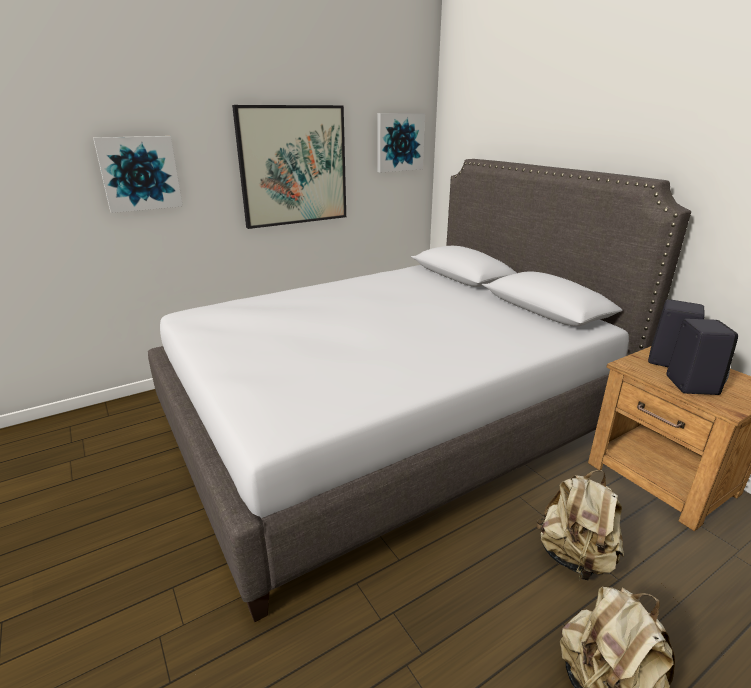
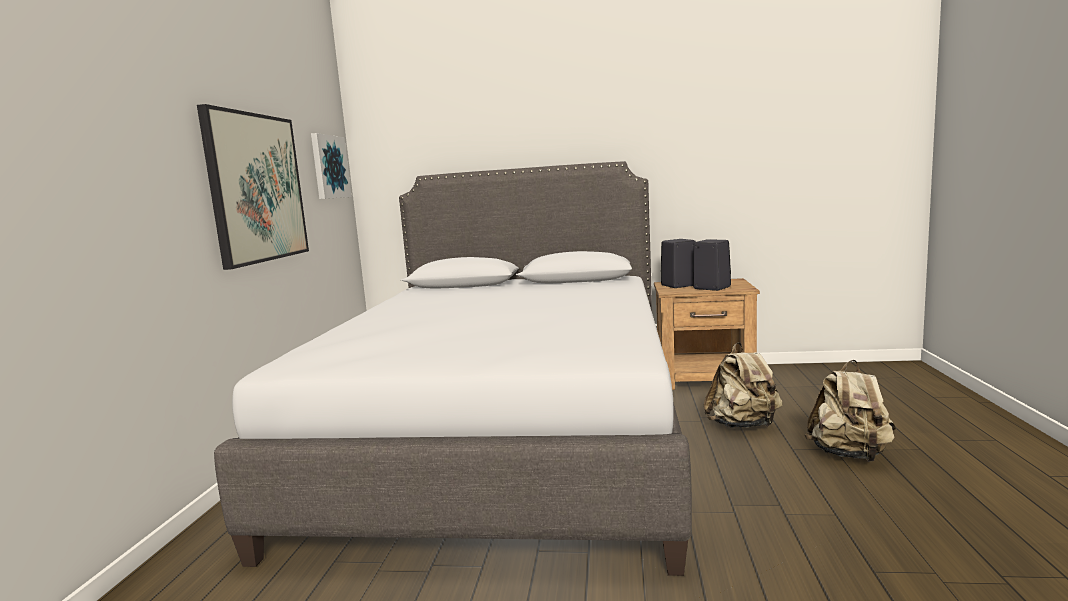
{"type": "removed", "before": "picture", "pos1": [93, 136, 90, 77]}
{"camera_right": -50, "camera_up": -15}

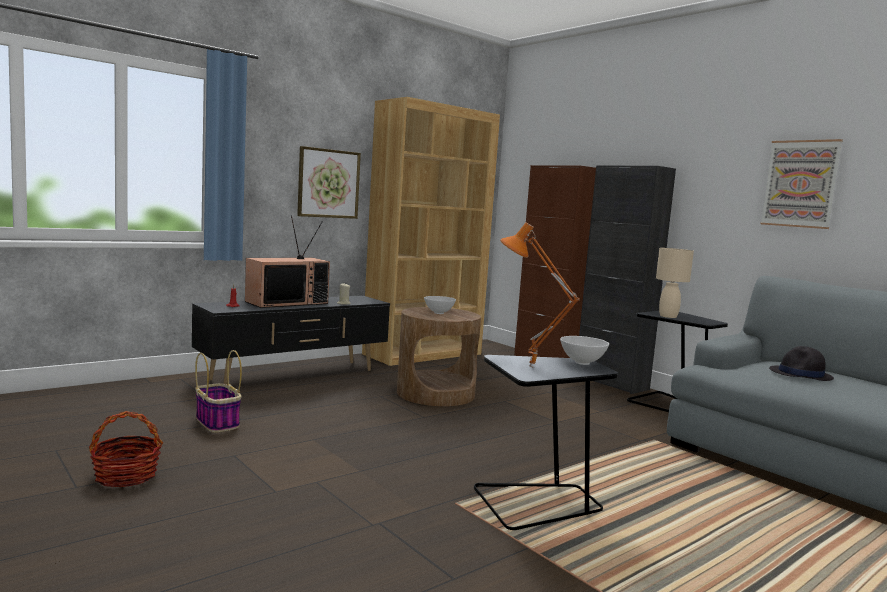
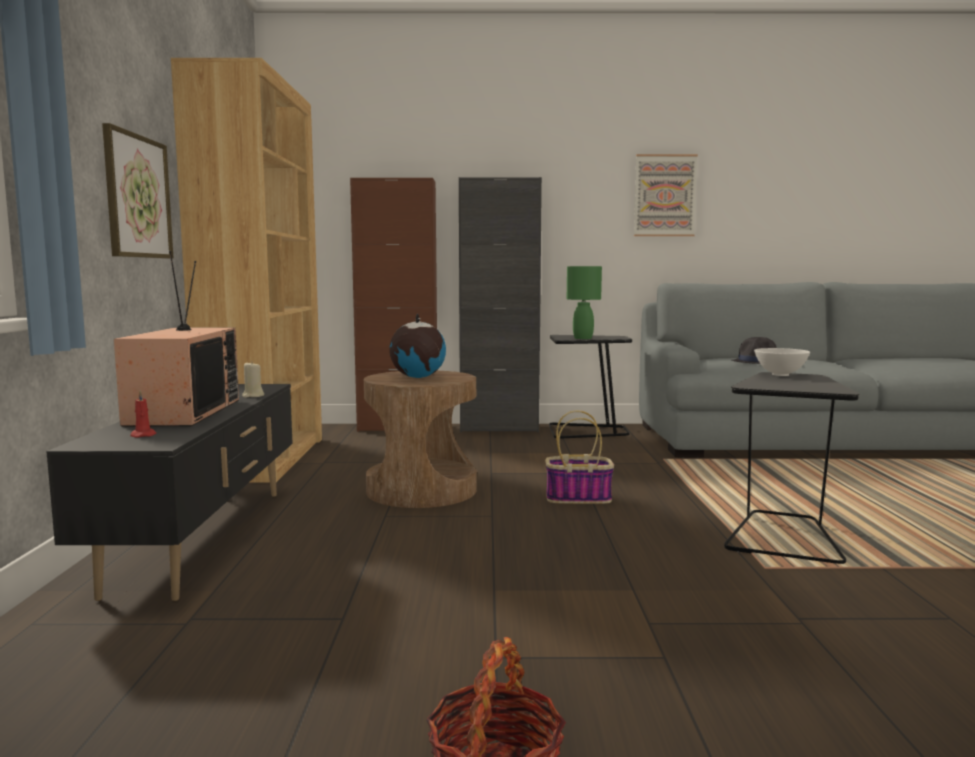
{"type": "removed", "before": "table lamp (orange)", "pos1": [500, 222, 80, 146]}
{"type": "recoloured", "before": "table lamp (beige)", "after": "table lamp (green)", "pos1": [656, 248, 38, 70], "pos2": [567, 266, 35, 73]}
{"type": "replaced", "before": "bowl (white)", "after": "globe", "pos1": [424, 296, 32, 18], "pos2": [389, 314, 57, 64]}
{"type": "moved", "before": "basket", "pos1": [195, 350, 47, 83], "pos2": [545, 410, 69, 94]}
{"camera_right": -50, "camera_up": 0}

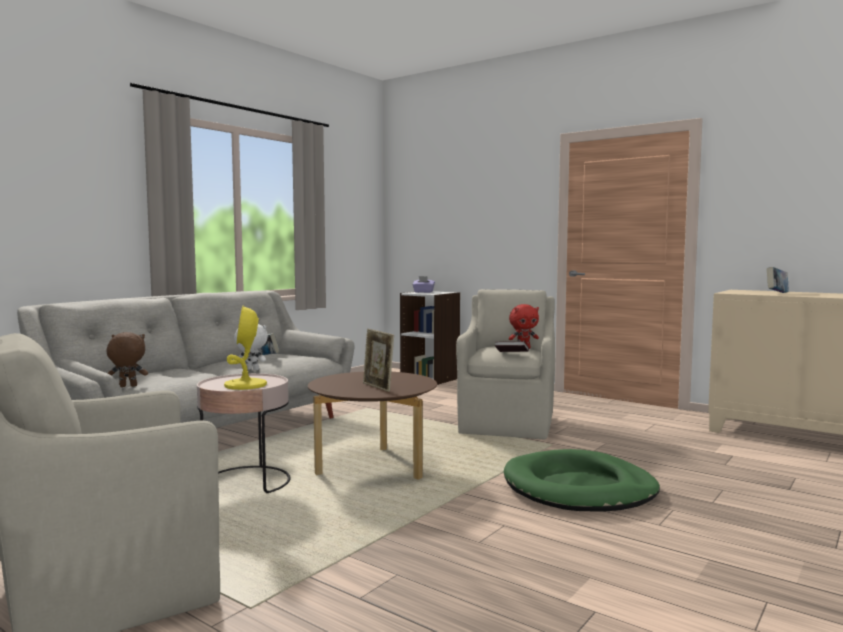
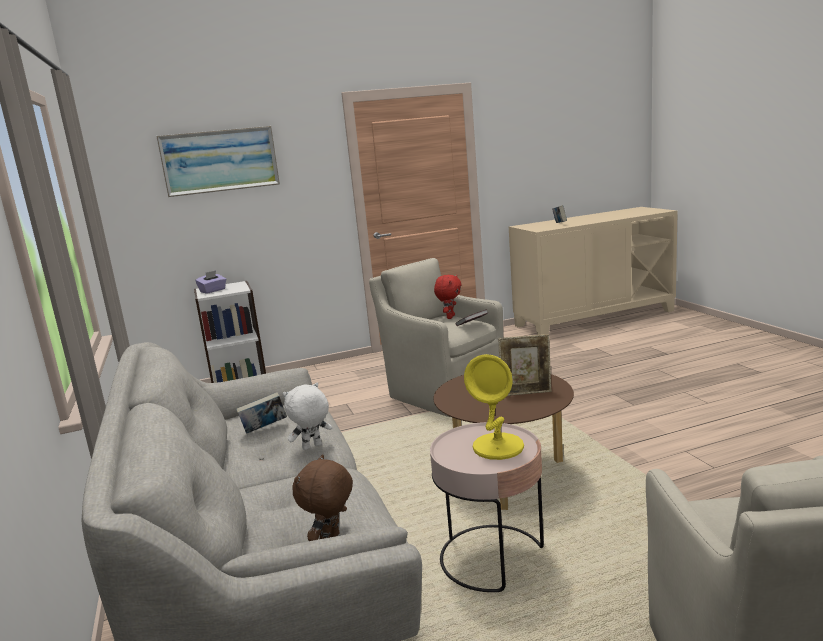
{"type": "removed", "before": "dog bed (green)", "pos1": [504, 449, 156, 62]}
{"type": "added", "after": "picture", "pos2": [156, 126, 124, 71]}
{"camera_right": -55, "camera_up": 10}

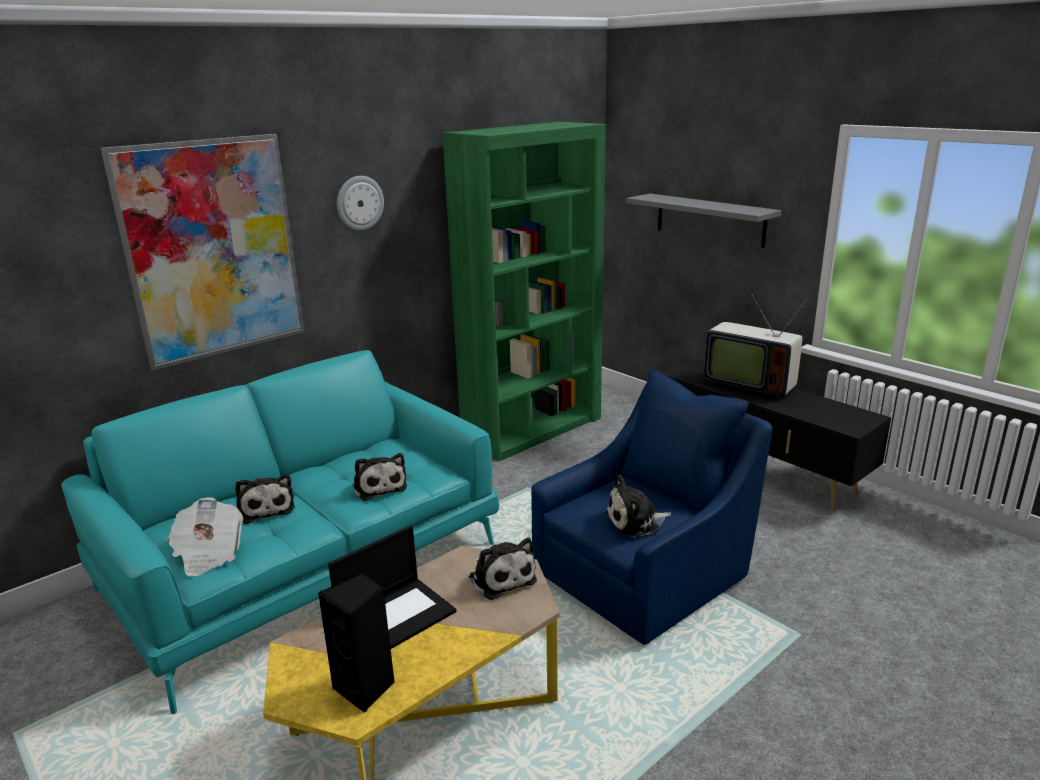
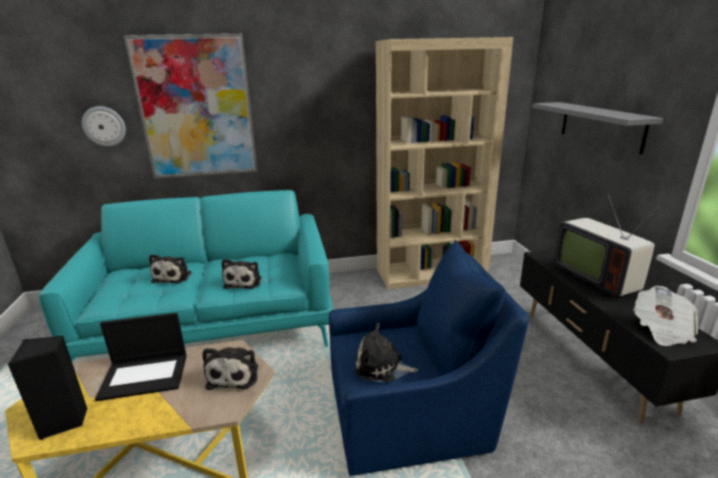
{"type": "recoloured", "before": "bookcase (green)", "after": "bookcase (beige)", "pos1": [442, 122, 164, 339], "pos2": [376, 37, 137, 253]}
{"type": "moved", "before": "wall clock", "pos1": [337, 176, 47, 54], "pos2": [82, 106, 44, 41]}
{"type": "moved", "before": "newspaper", "pos1": [167, 497, 76, 80], "pos2": [633, 286, 65, 60]}
{"camera_right": 30, "camera_up": 0}

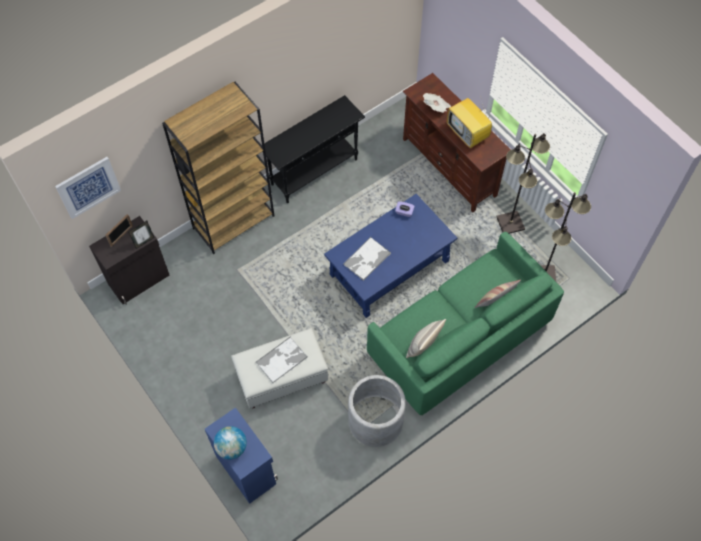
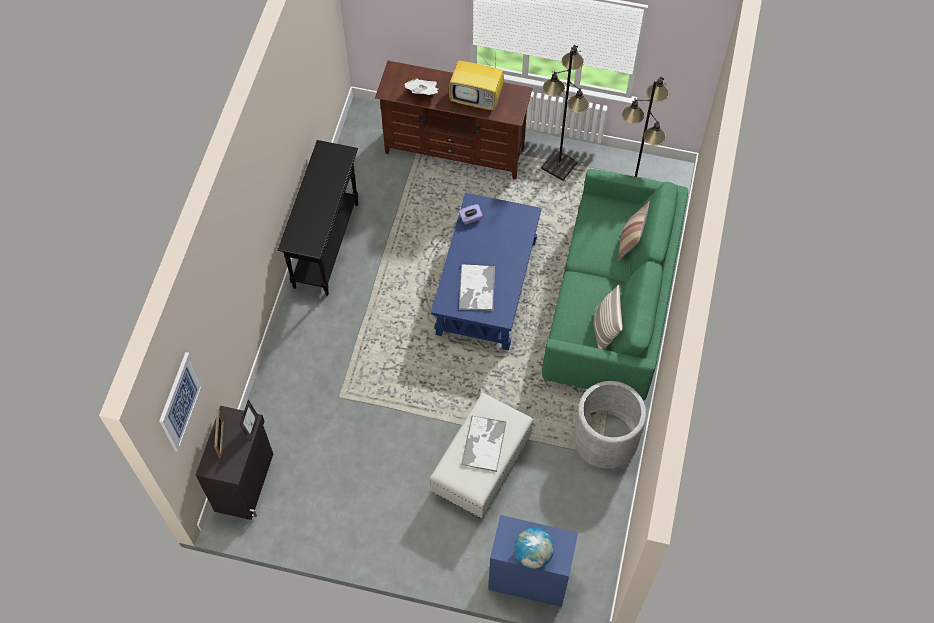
{"type": "removed", "before": "bookcase (brown)", "pos1": [162, 82, 113, 173]}
{"camera_right": -40, "camera_up": 0}

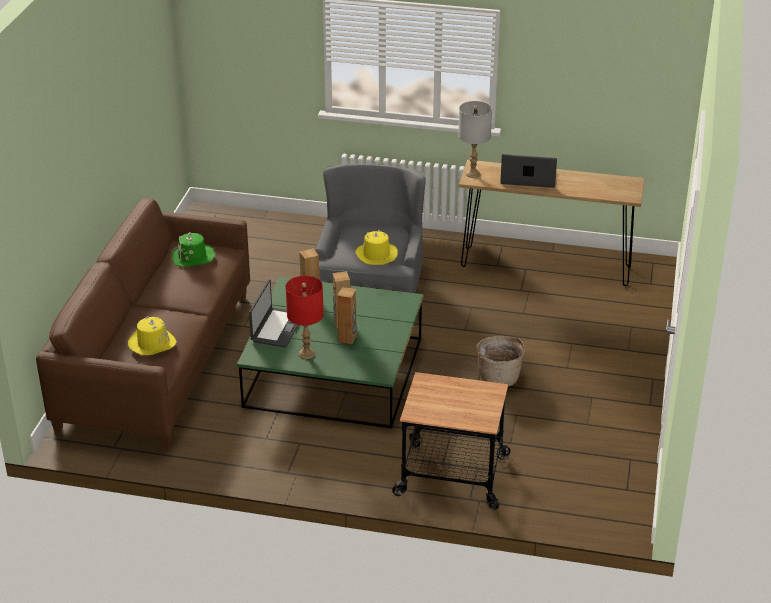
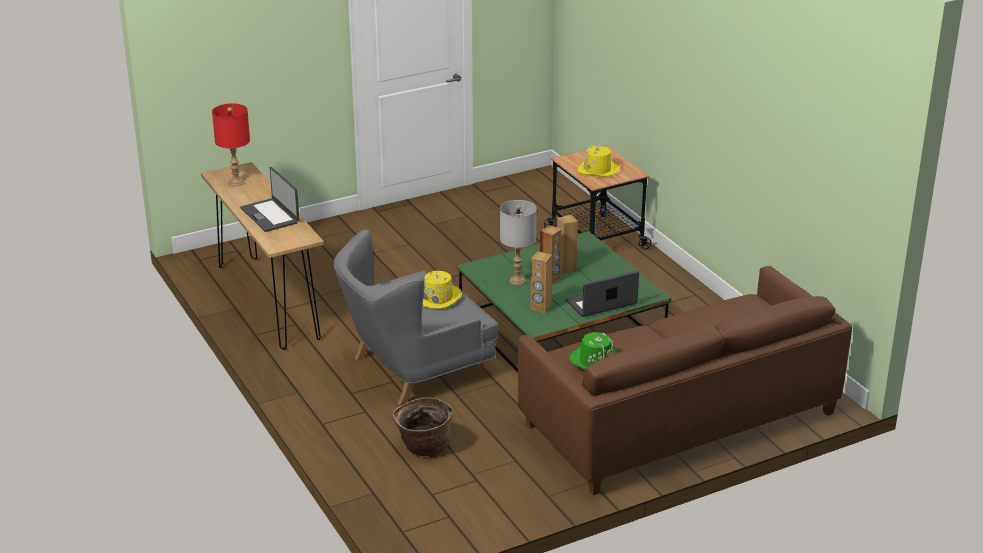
{"type": "moved", "before": "table lamp (grey)", "pos1": [458, 101, 34, 77], "pos2": [500, 200, 37, 85]}
{"type": "moved", "before": "table lamp (red)", "pos1": [286, 276, 38, 83], "pos2": [212, 103, 38, 84]}
{"type": "moved", "before": "hat (yellow)", "pos1": [128, 316, 49, 39], "pos2": [577, 145, 43, 32]}
{"type": "moved", "before": "basket", "pos1": [476, 336, 49, 50], "pos2": [393, 397, 61, 60]}
{"camera_right": -130, "camera_up": -5}

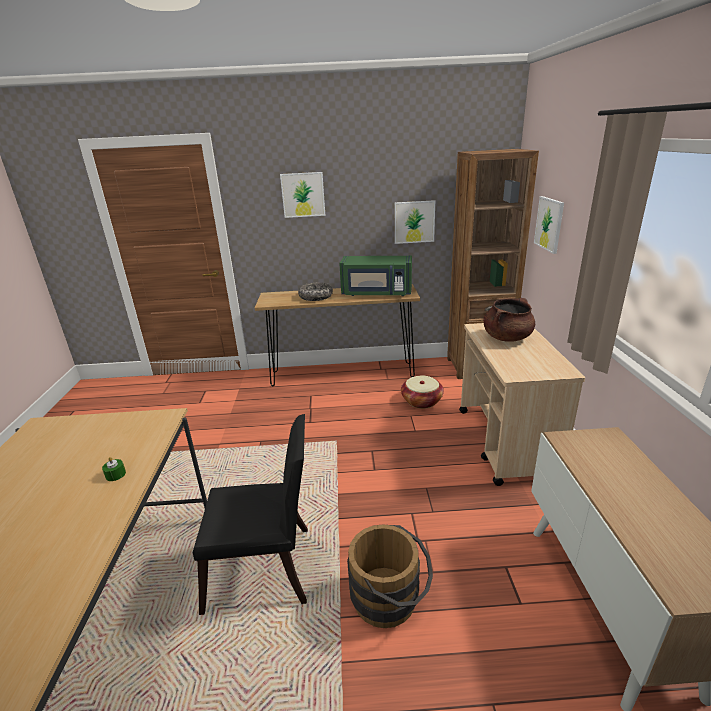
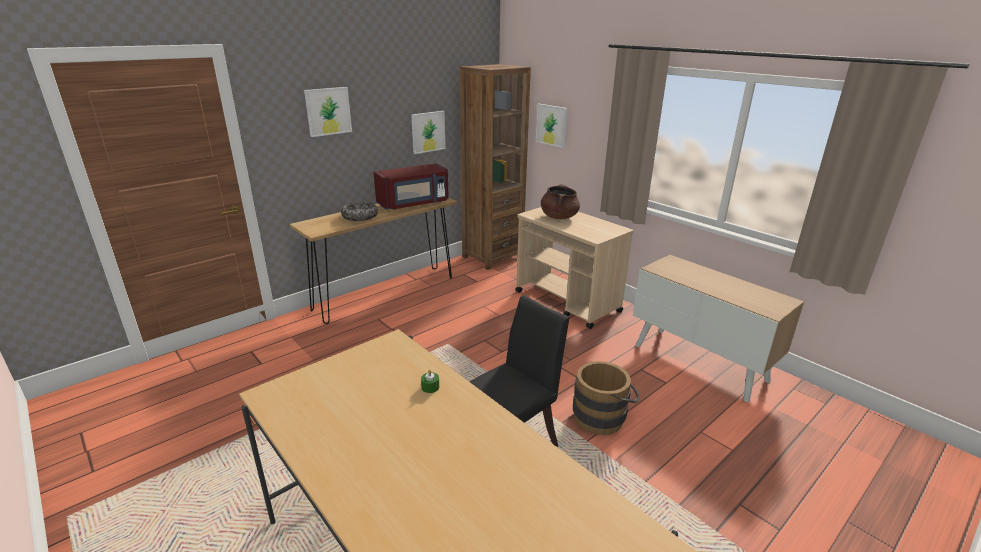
{"type": "recoloured", "before": "microwave (green)", "after": "microwave (red)", "pos1": [339, 256, 73, 40], "pos2": [374, 163, 75, 47]}
{"type": "removed", "before": "basket", "pos1": [401, 376, 43, 33]}
{"camera_right": -40, "camera_up": 0}

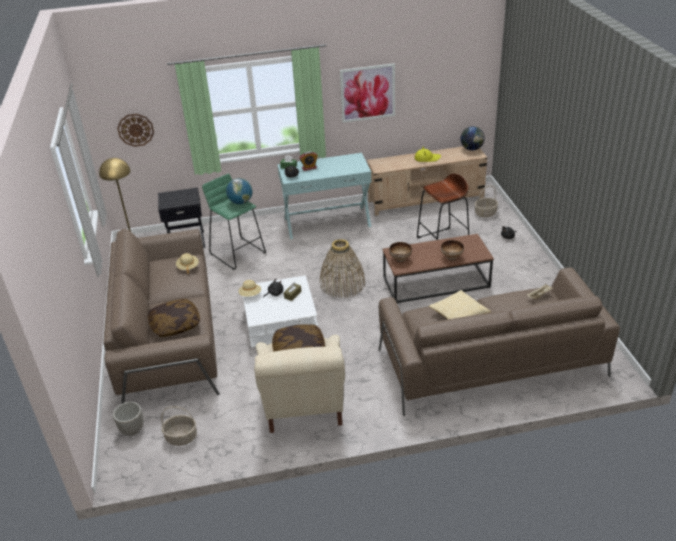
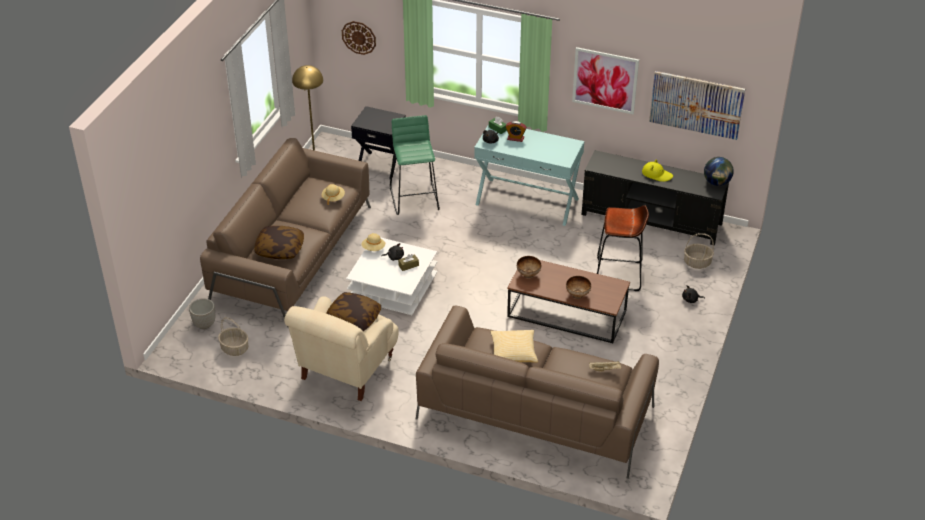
{"type": "recoloured", "before": "tv stand (beige)", "after": "tv stand (black)", "pos1": [367, 146, 120, 70], "pos2": [582, 150, 147, 95]}
{"type": "removed", "before": "globe", "pos1": [226, 178, 27, 26]}
{"type": "removed", "before": "basket", "pos1": [320, 239, 45, 59]}
{"type": "added", "after": "picture", "pos2": [649, 71, 96, 69]}
{"camera_right": 30, "camera_up": 5}

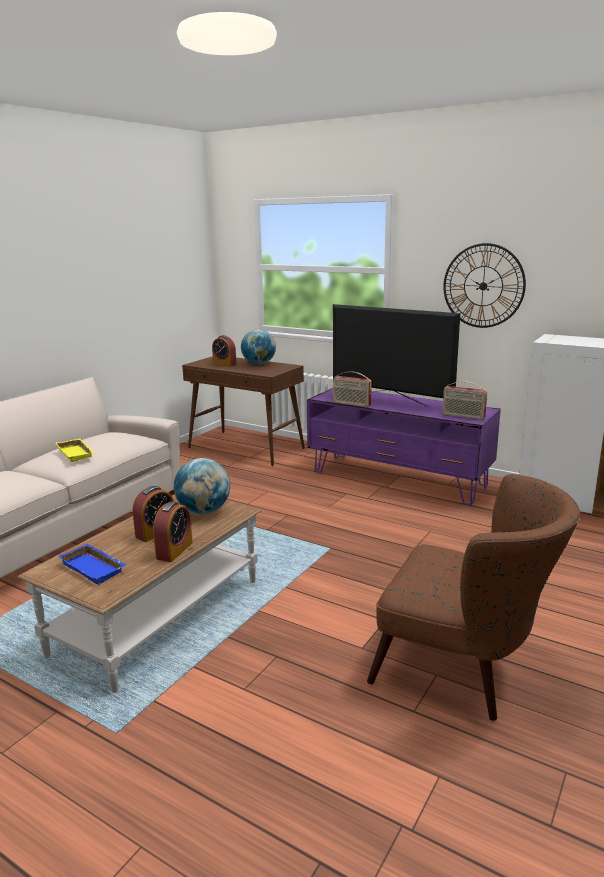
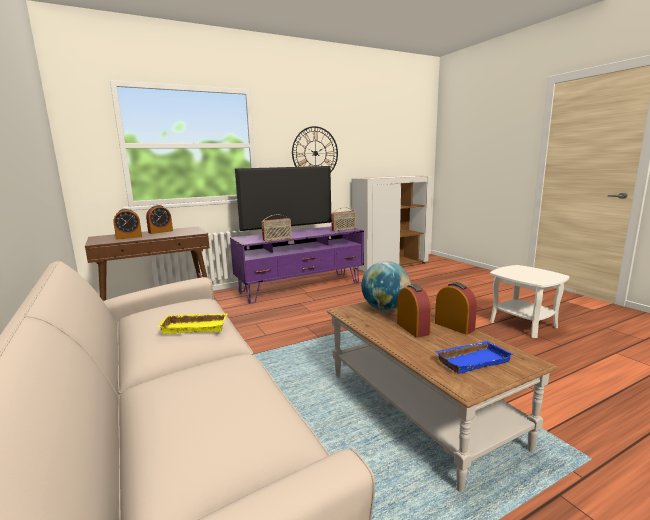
{"type": "replaced", "before": "globe", "after": "alarm clock", "pos1": [241, 329, 35, 36], "pos2": [146, 205, 27, 29]}
{"type": "replaced", "before": "armchair (brown)", "after": "side table (white)", "pos1": [367, 474, 214, 247], "pos2": [490, 265, 79, 73]}
{"camera_right": -60, "camera_up": -5}

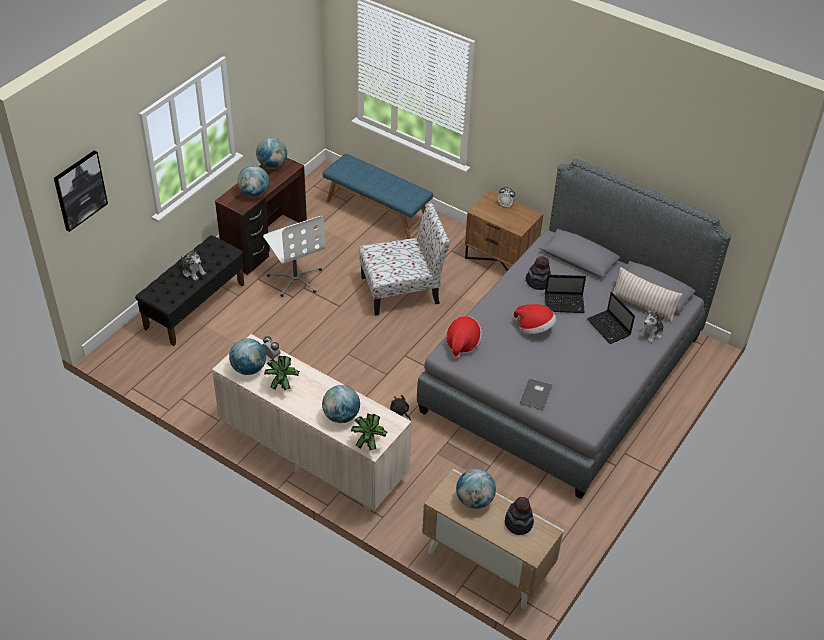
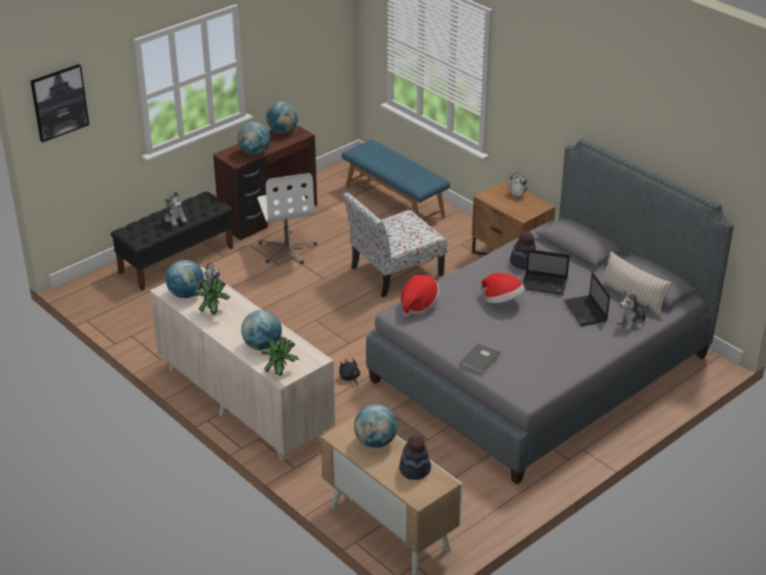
{"type": "turned", "before": "chair", "pos1": [359, 203, 91, 113], "pos2": [343, 192, 104, 105], "turn": 150}
{"camera_right": 15, "camera_up": -10}

